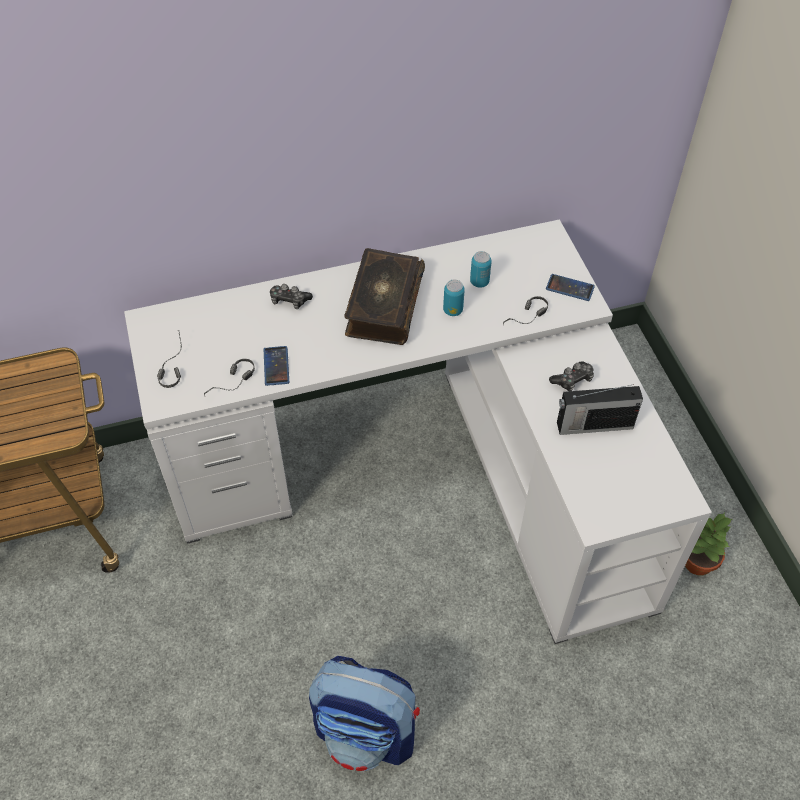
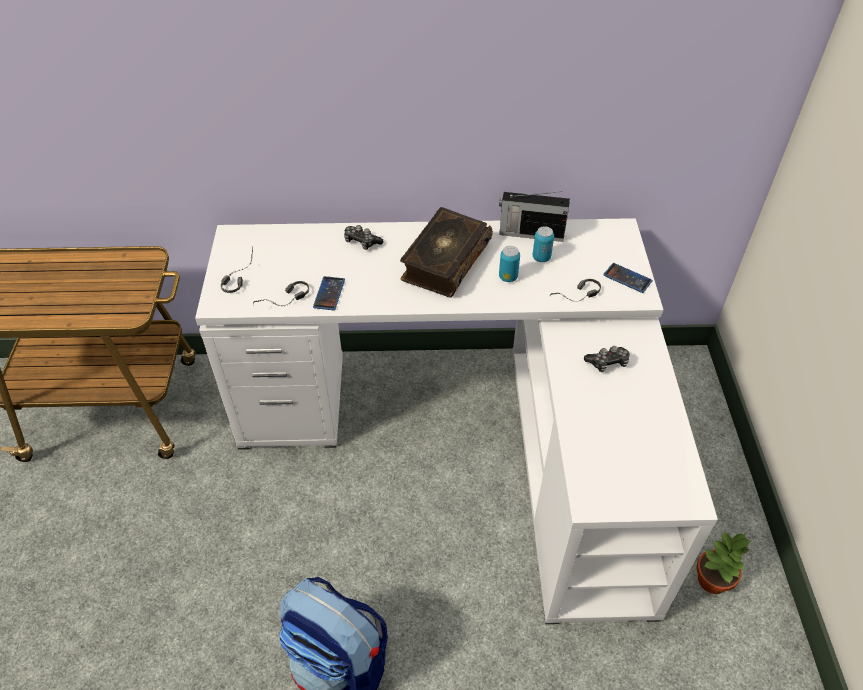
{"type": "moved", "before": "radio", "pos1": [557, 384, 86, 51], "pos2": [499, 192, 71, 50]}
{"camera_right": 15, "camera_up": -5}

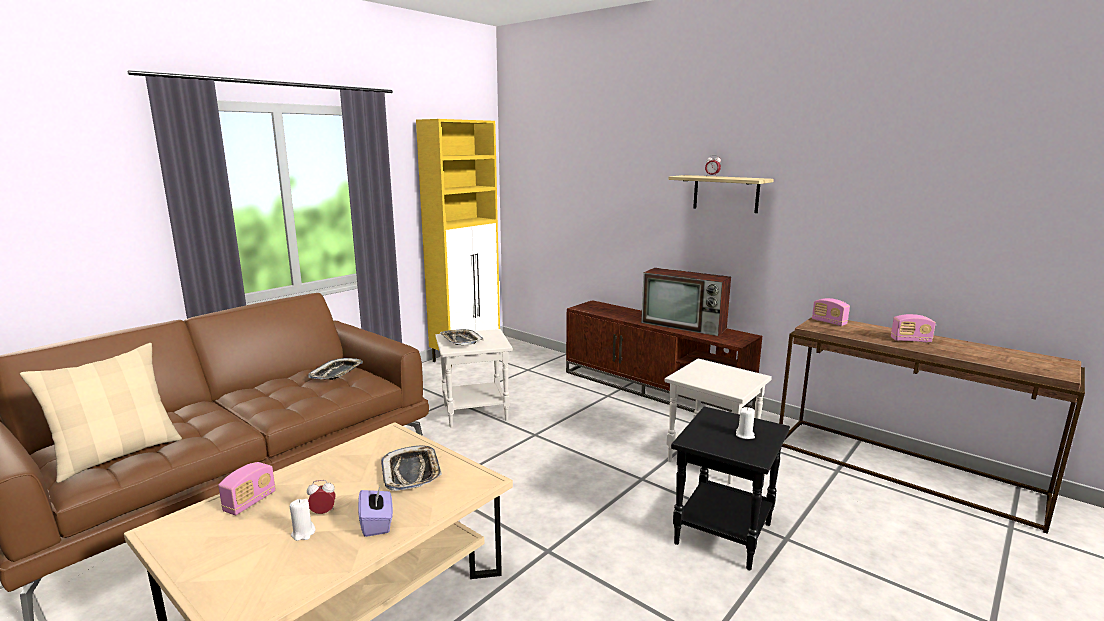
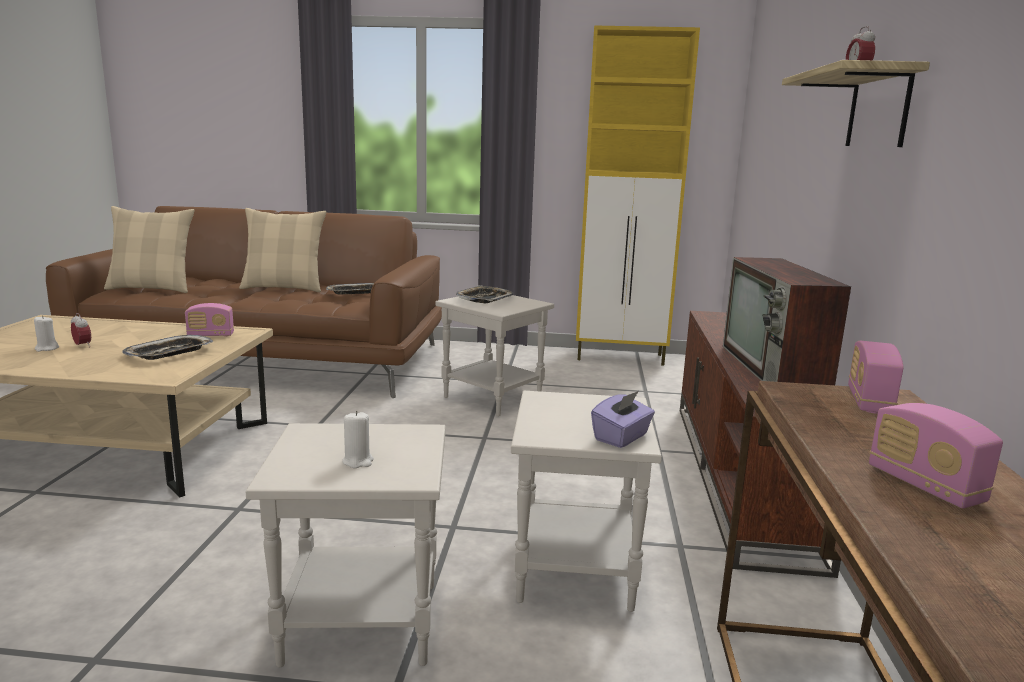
{"type": "recoloured", "before": "side table (black)", "after": "side table (white)", "pos1": [671, 406, 119, 164], "pos2": [246, 423, 200, 245]}
{"type": "moved", "before": "radio", "pos1": [218, 462, 58, 54], "pos2": [185, 303, 49, 33]}
{"type": "moved", "before": "tissue box (purple)", "pos1": [358, 486, 35, 51], "pos2": [591, 391, 64, 57]}
{"type": "added", "after": "pillow (beige)", "pos2": [239, 208, 88, 84]}
{"camera_right": 55, "camera_up": 0}

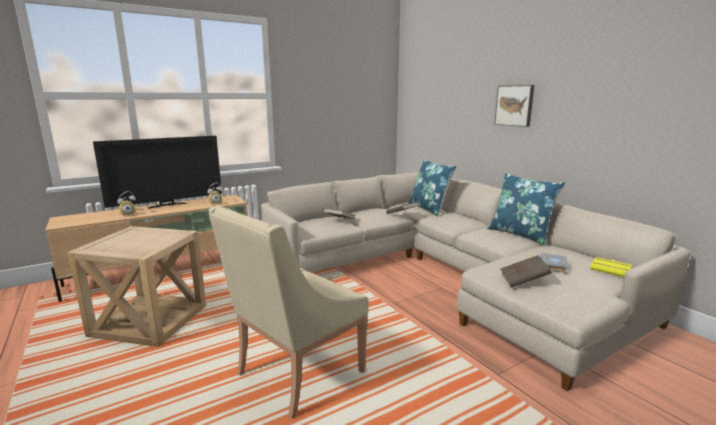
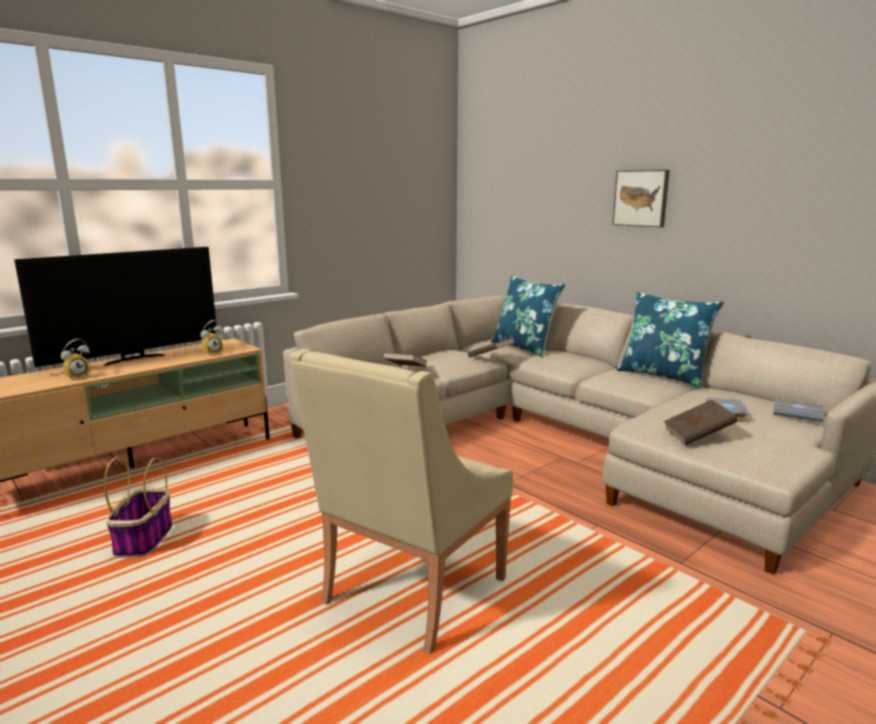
{"type": "replaced", "before": "side table (beige)", "after": "basket", "pos1": [68, 226, 138, 121], "pos2": [104, 456, 69, 102]}
{"type": "recoloured", "before": "book (yellow)", "after": "book (grey)", "pos1": [590, 257, 42, 20], "pos2": [773, 399, 51, 23]}
{"camera_right": -10, "camera_up": 0}

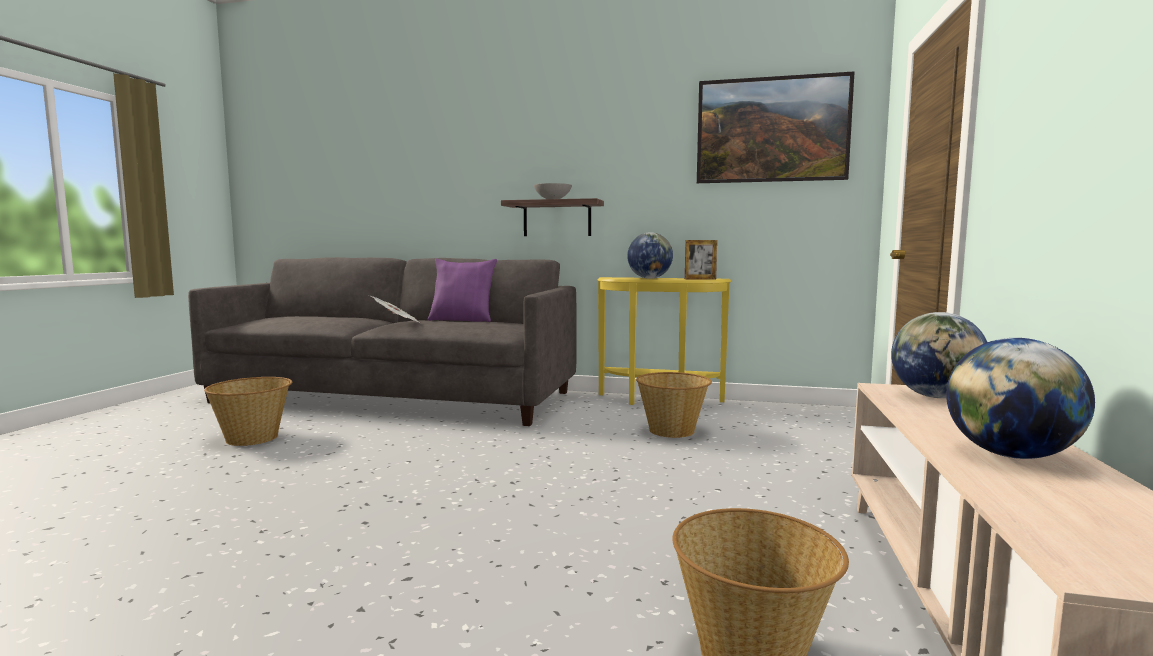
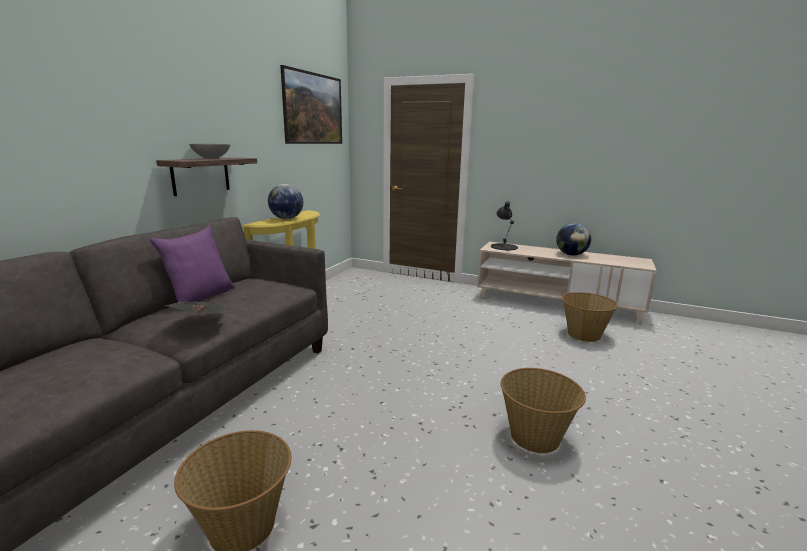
{"type": "removed", "before": "picture frame", "pos1": [685, 240, 32, 40]}
{"type": "replaced", "before": "globe", "after": "table lamp (black)", "pos1": [891, 312, 96, 86], "pos2": [491, 201, 27, 49]}
{"type": "moved", "before": "basket", "pos1": [636, 372, 76, 66], "pos2": [501, 368, 85, 85]}
{"camera_right": -80, "camera_up": 10}

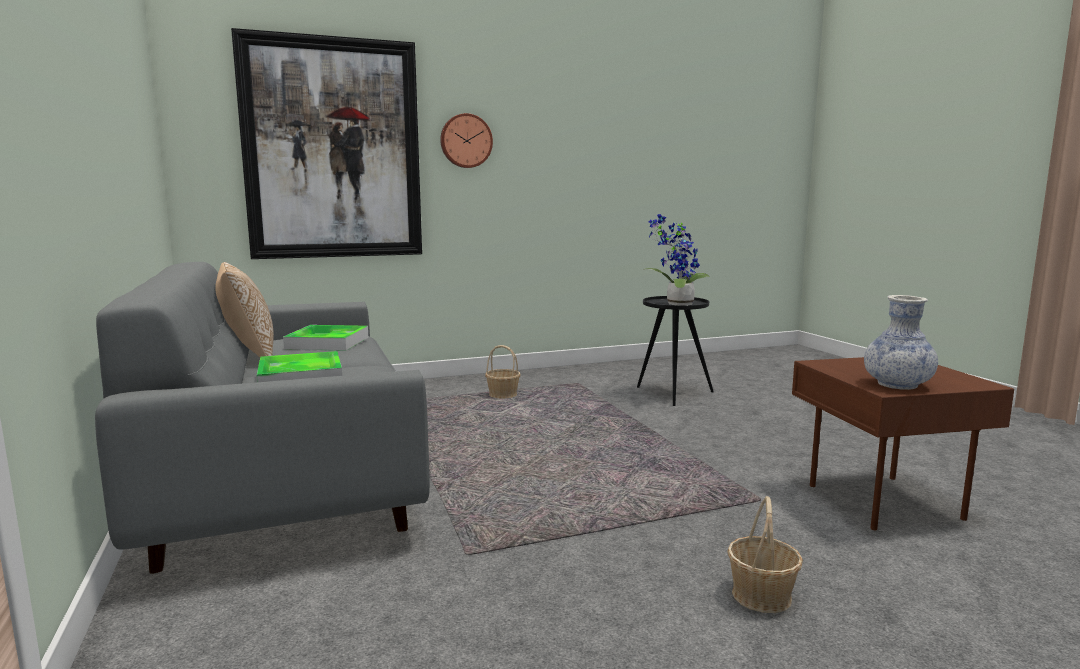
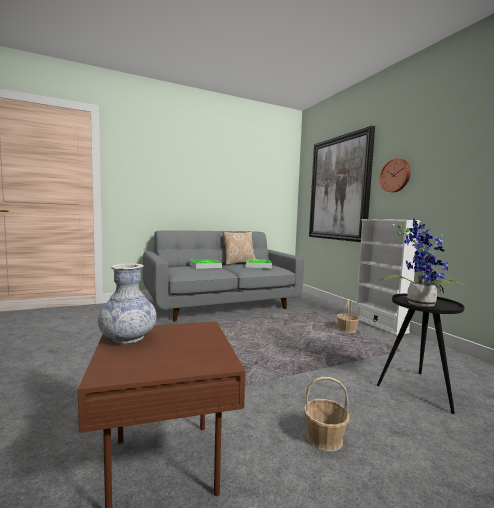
{"type": "moved", "before": "basket", "pos1": [727, 496, 76, 117], "pos2": [304, 377, 46, 74]}
{"type": "added", "after": "bookcase (white)", "pos2": [355, 219, 65, 117]}
{"camera_right": 85, "camera_up": -5}

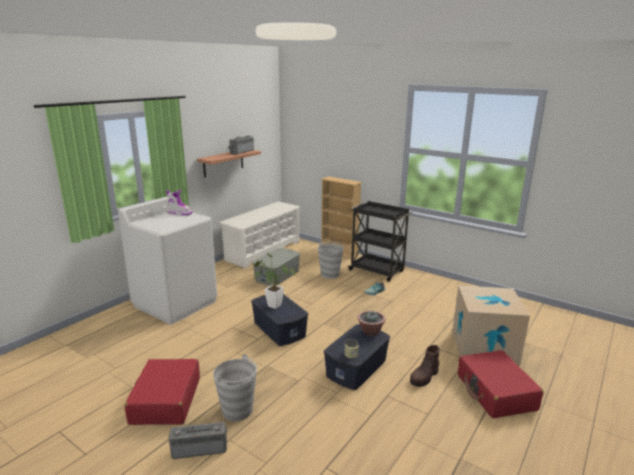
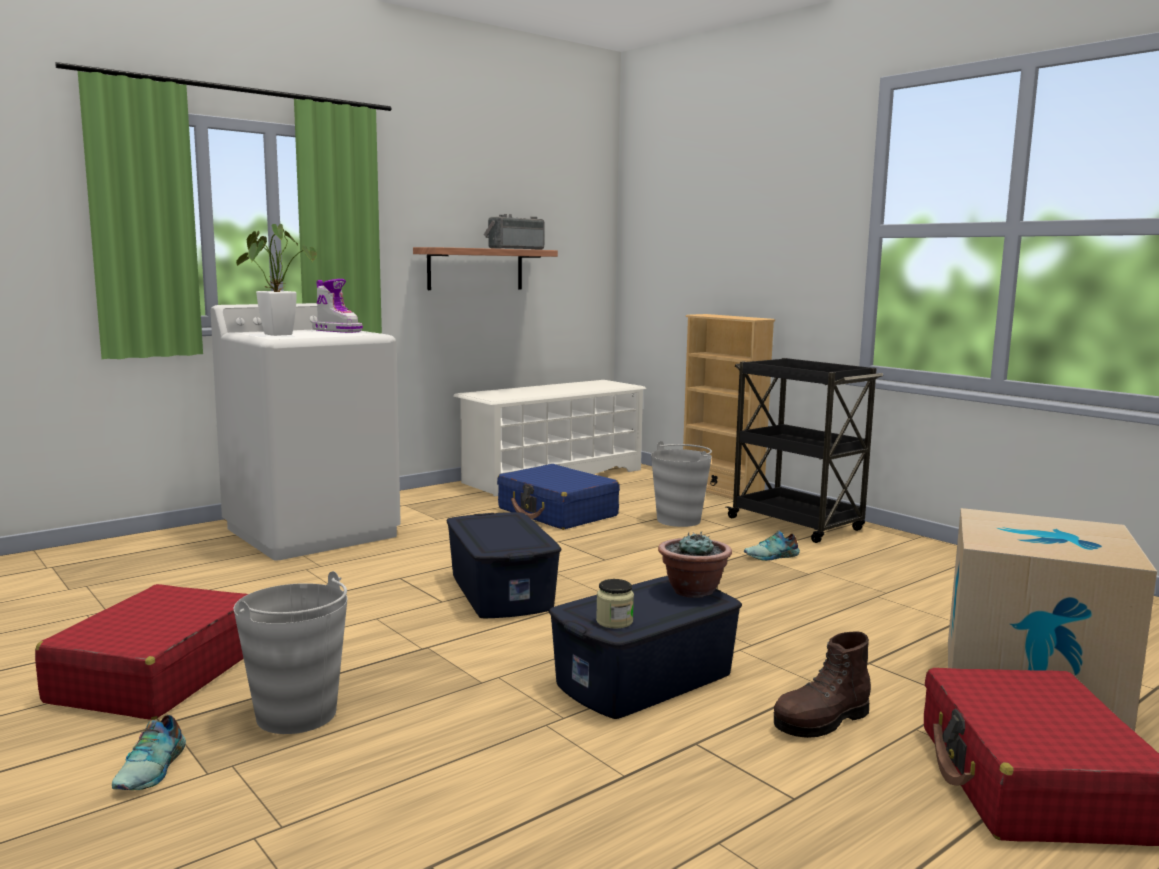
{"type": "replaced", "before": "storage box (grey)", "after": "suitcase (blue)", "pos1": [252, 248, 48, 38], "pos2": [497, 464, 123, 66]}
{"type": "moved", "before": "potted plant", "pos1": [254, 253, 41, 56], "pos2": [236, 224, 81, 112]}
{"type": "replaced", "before": "radio", "after": "shoe", "pos1": [168, 422, 59, 37], "pos2": [112, 715, 74, 75]}
{"camera_right": 15, "camera_up": -10}

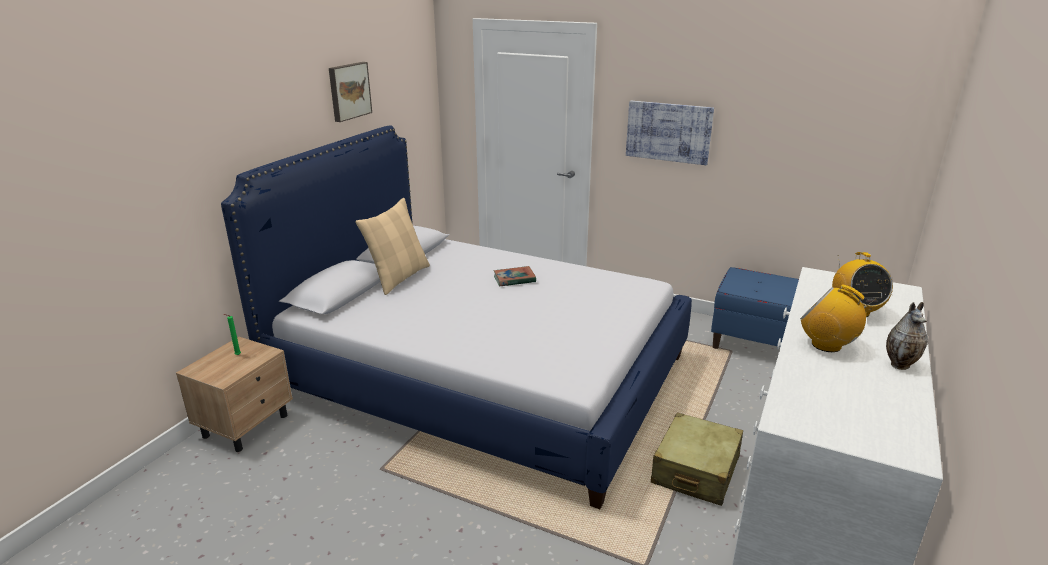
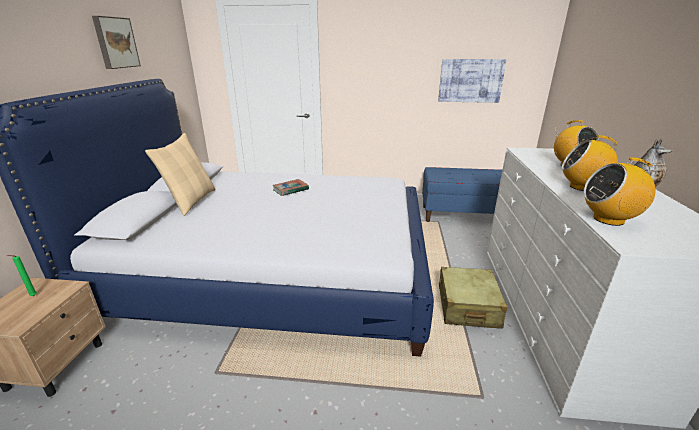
{"type": "moved", "before": "picture", "pos1": [626, 101, 88, 64], "pos2": [438, 59, 69, 44]}
{"type": "added", "after": "radio", "pos2": [584, 157, 72, 69]}
{"camera_right": -20, "camera_up": 0}

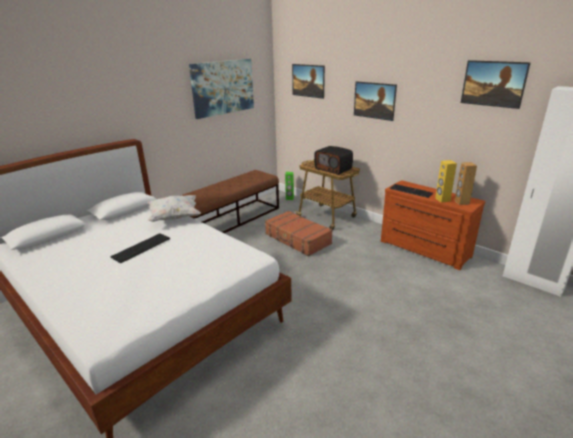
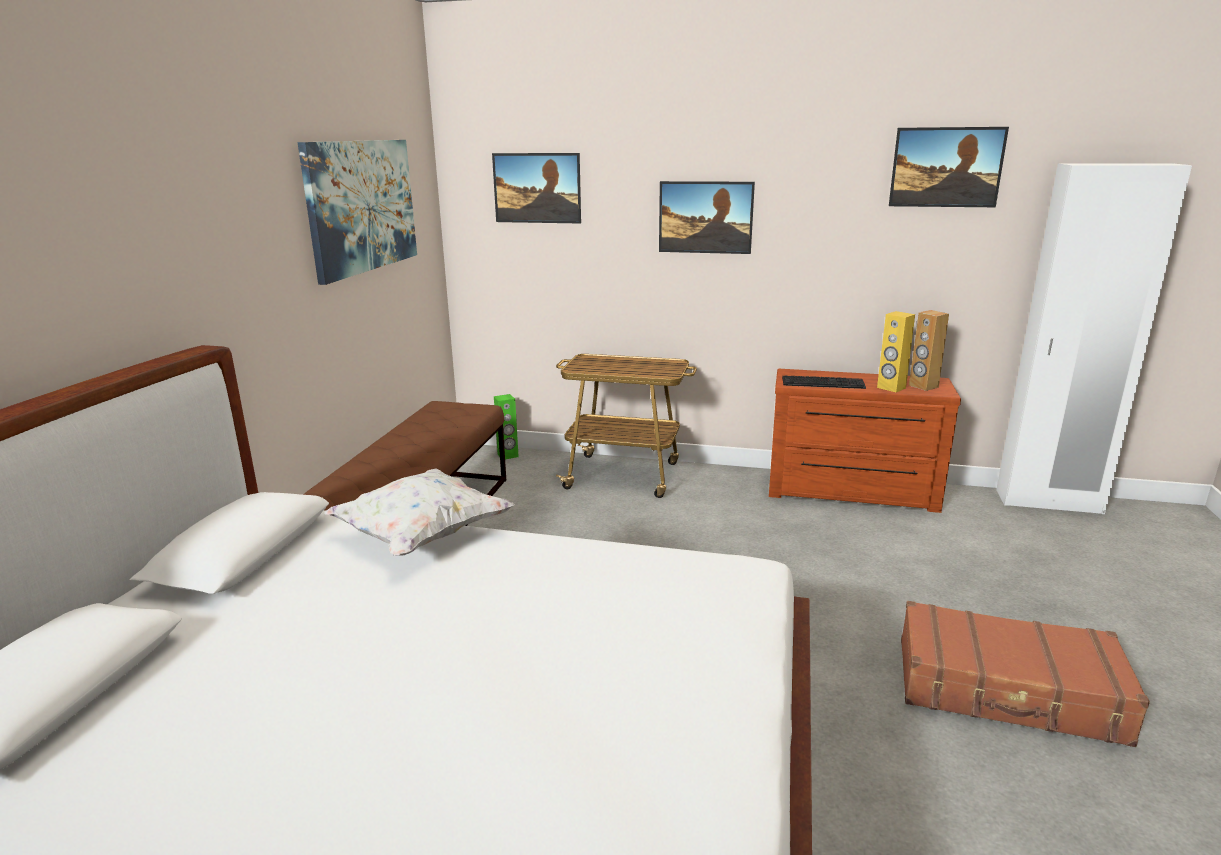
{"type": "removed", "before": "radio", "pos1": [314, 146, 39, 29]}
{"type": "moved", "before": "suitcase (brown)", "pos1": [265, 211, 68, 45], "pos2": [901, 601, 249, 146]}
{"type": "removed", "before": "keyboard", "pos1": [110, 233, 60, 30]}
{"camera_right": -30, "camera_up": -5}

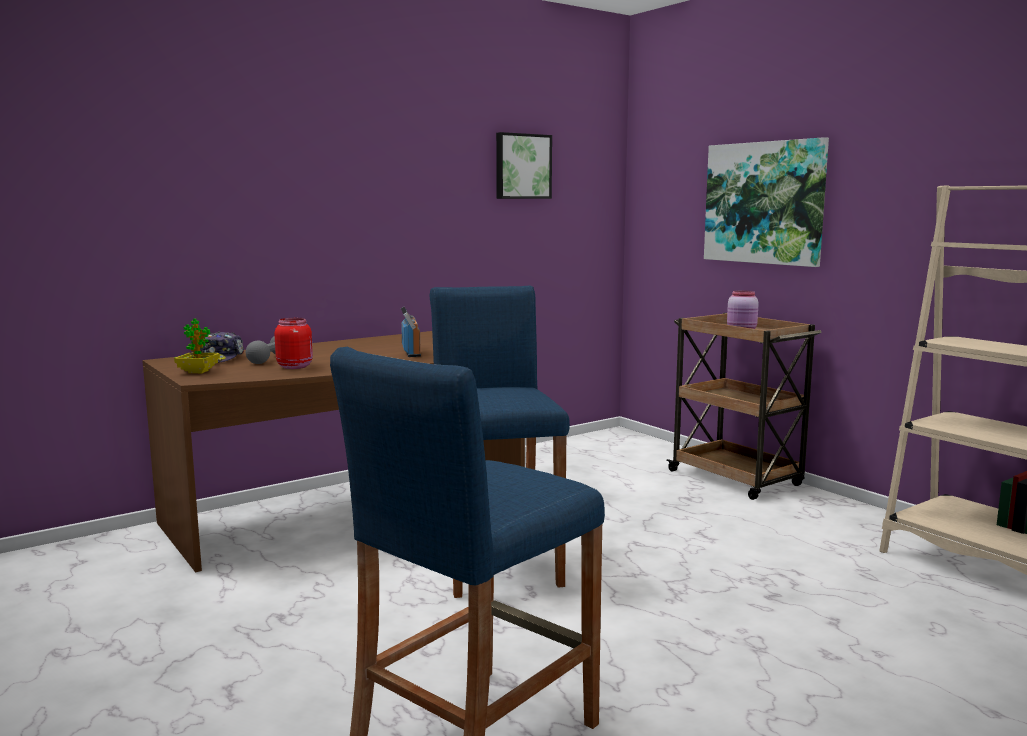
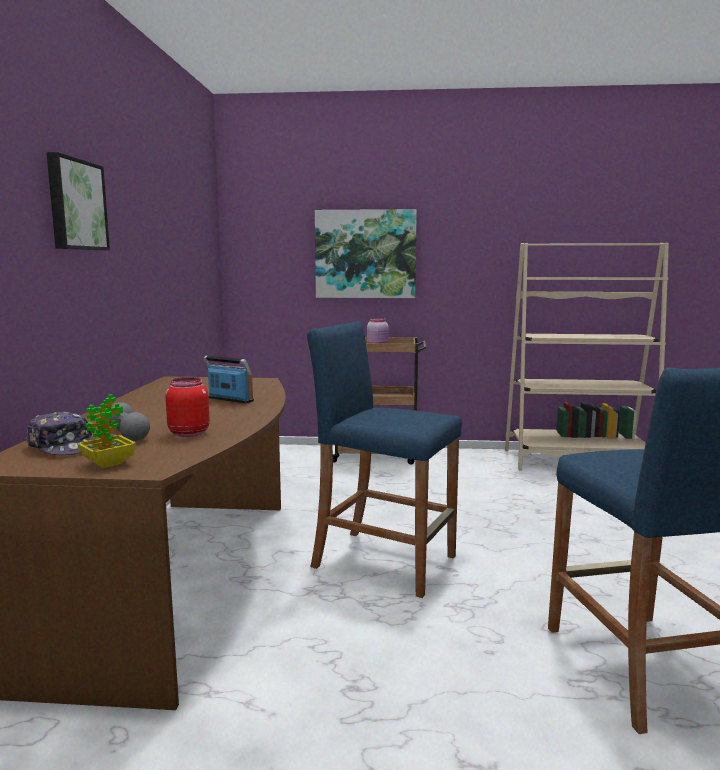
{"type": "moved", "before": "picture", "pos1": [496, 132, 56, 67], "pos2": [47, 152, 63, 98]}
{"camera_right": -50, "camera_up": 0}

